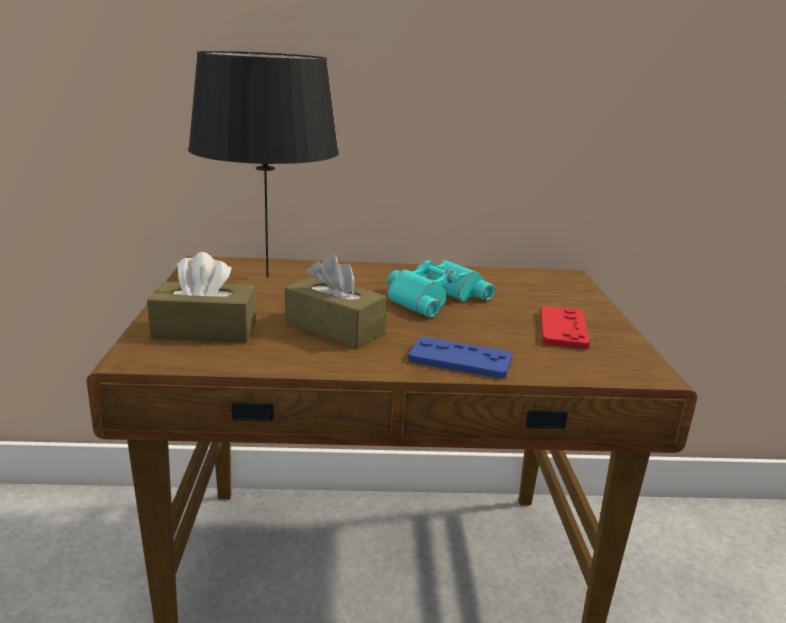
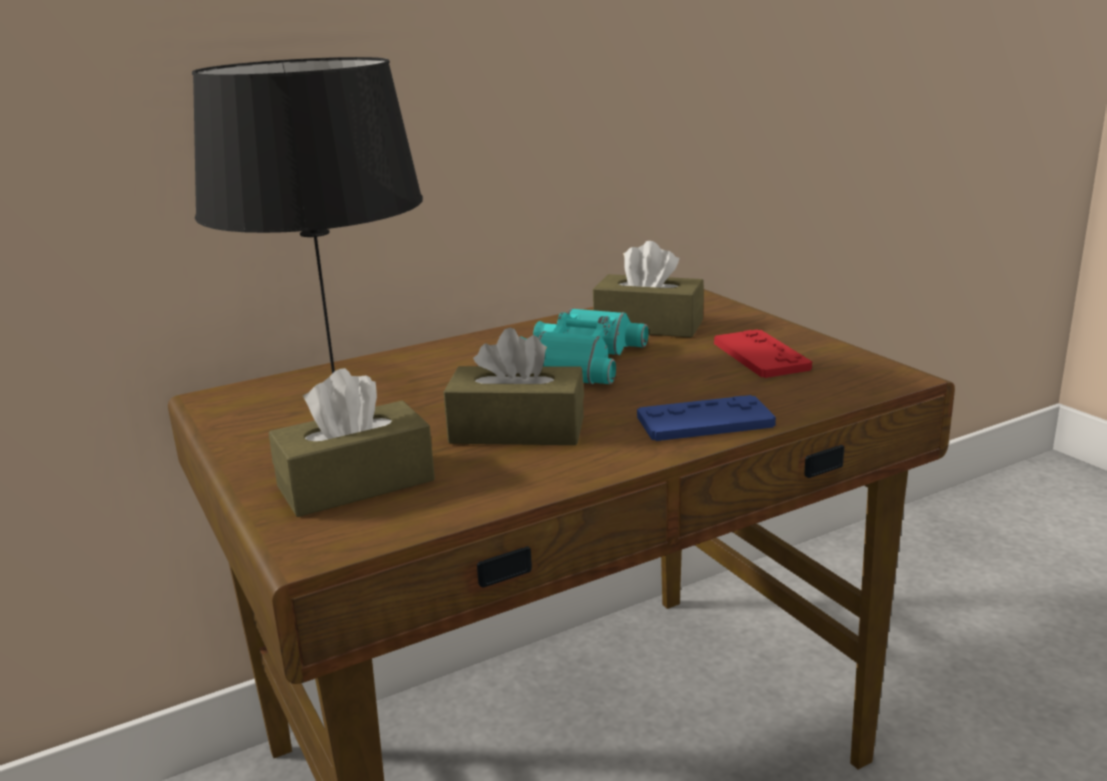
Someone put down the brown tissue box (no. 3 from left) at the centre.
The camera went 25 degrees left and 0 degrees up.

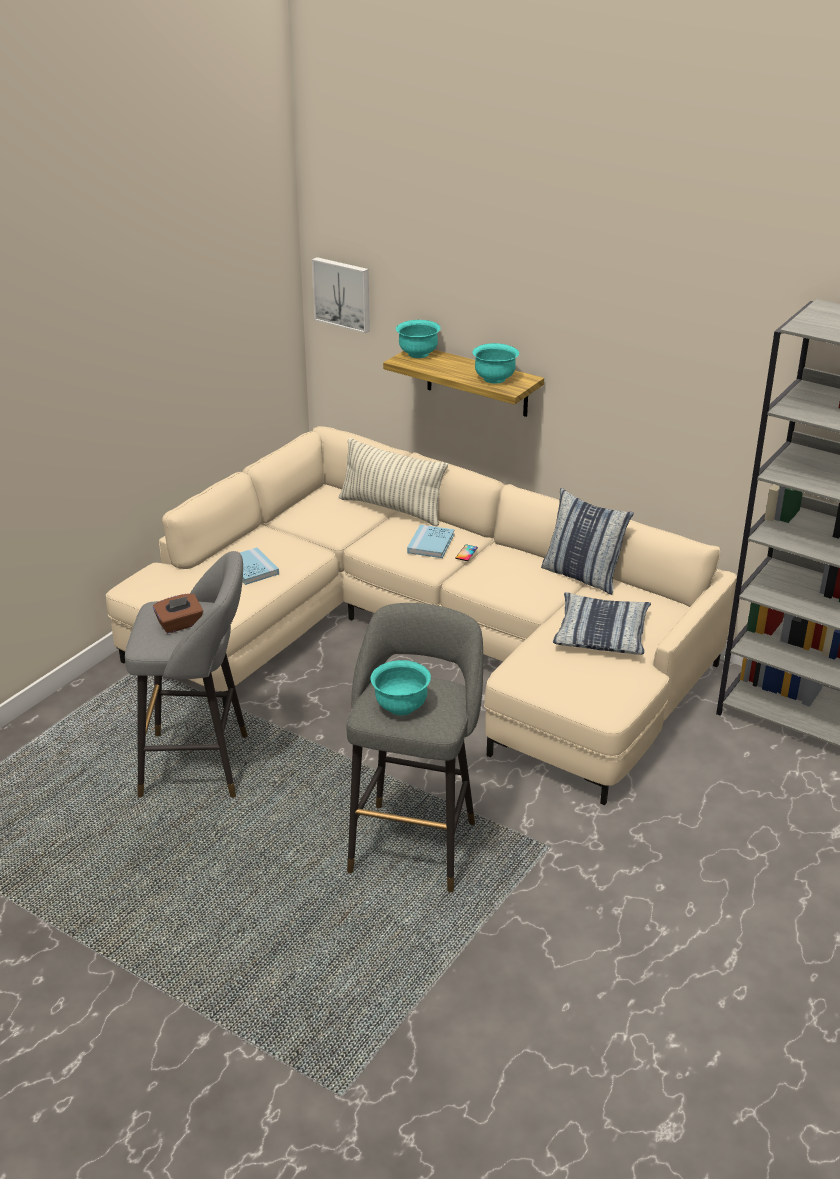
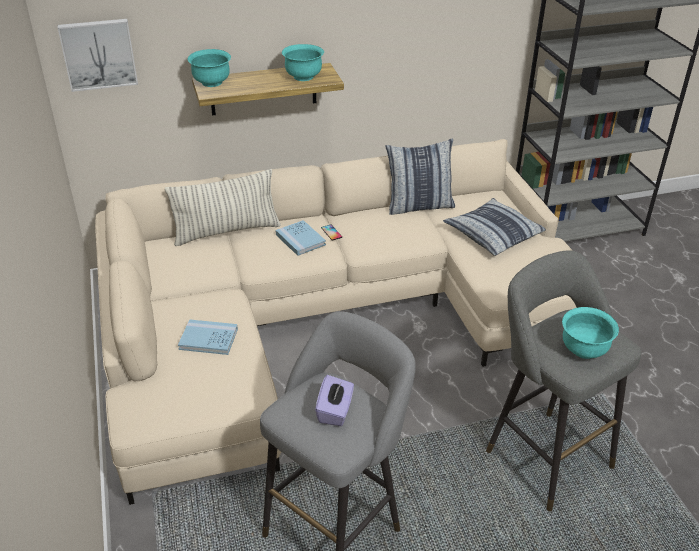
Someone repainted the brown tissue box at the middle left, which became the purplish tissue box at the bottom centre.
The camera went 50 degrees left and 5 degrees up.

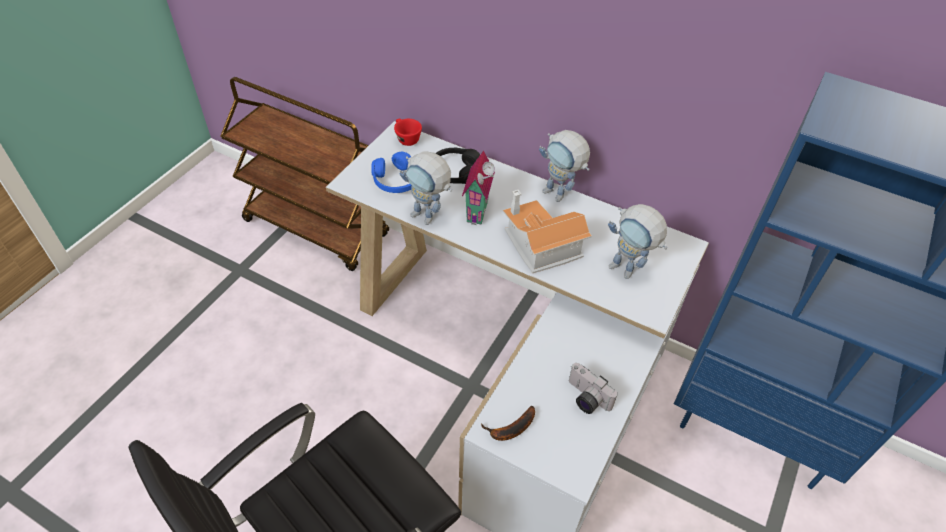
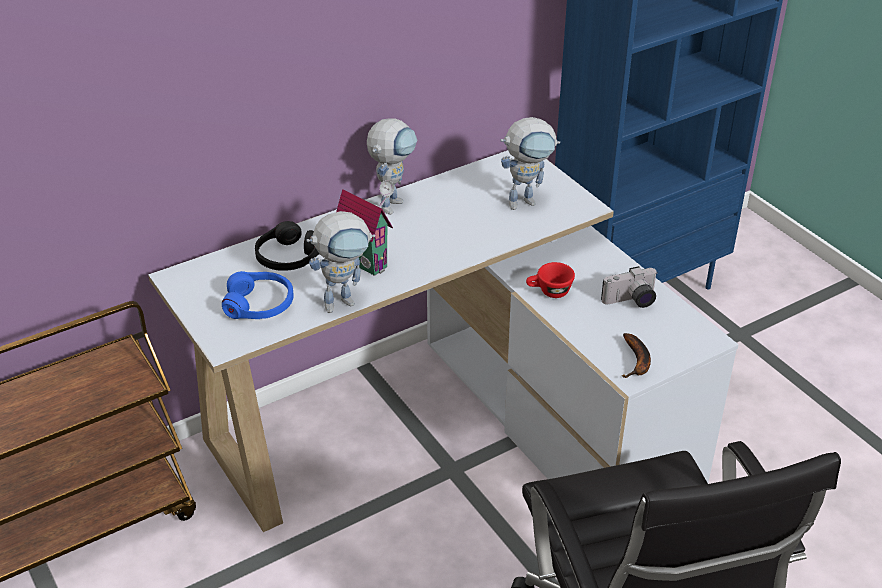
Someone rotated the robot figure (no. 2 from left) at the top centre by 45 degrees counterclockwise.
Someone carried the red-coloured cup from the top centre to the centre.
Someone took away the model house (no. 2 from left) at the centre.
The camera went 60 degrees left and 10 degrees down.

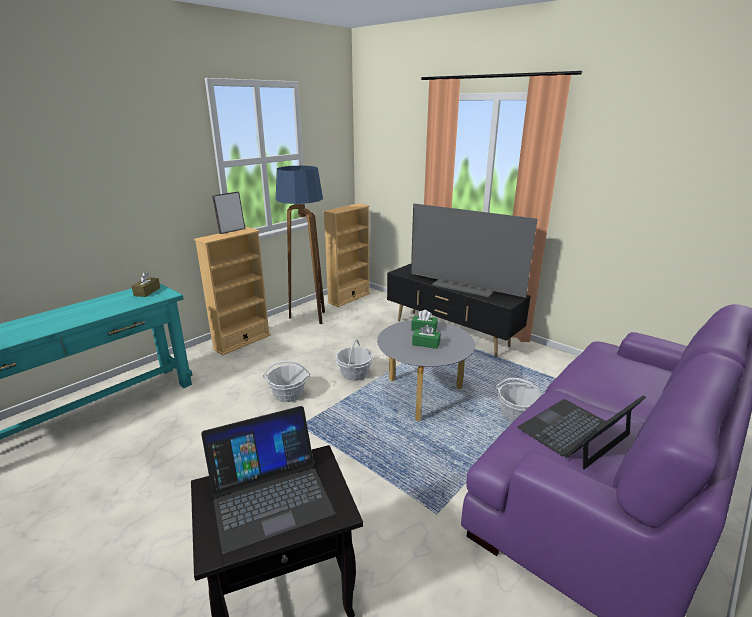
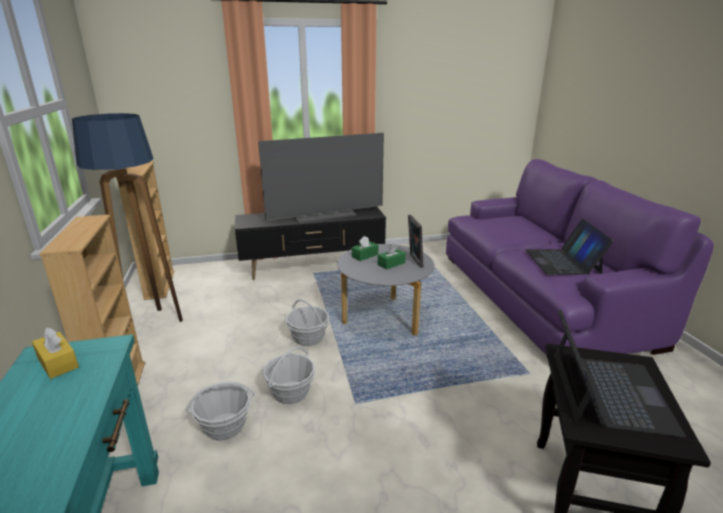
Someone repainted the brown tissue box at the middle left, which became the yellowish tissue box at the bottom left.
Someone carried the household basket (no. 3 from left in the first image) from the middle right to the bottom left.
Someone carried the picture frame from the middle left to the centre.
The camera went 55 degrees left and 0 degrees up.

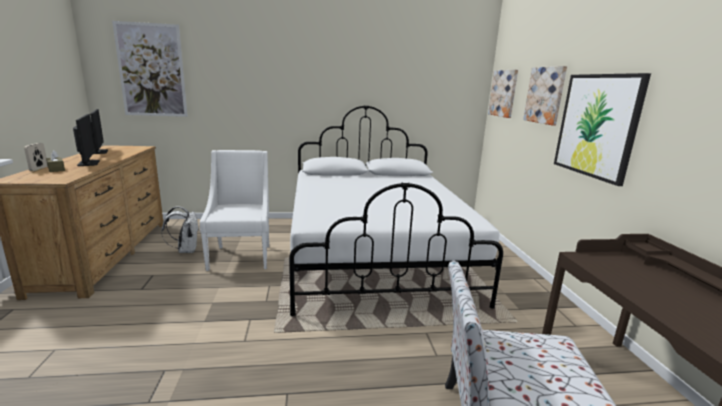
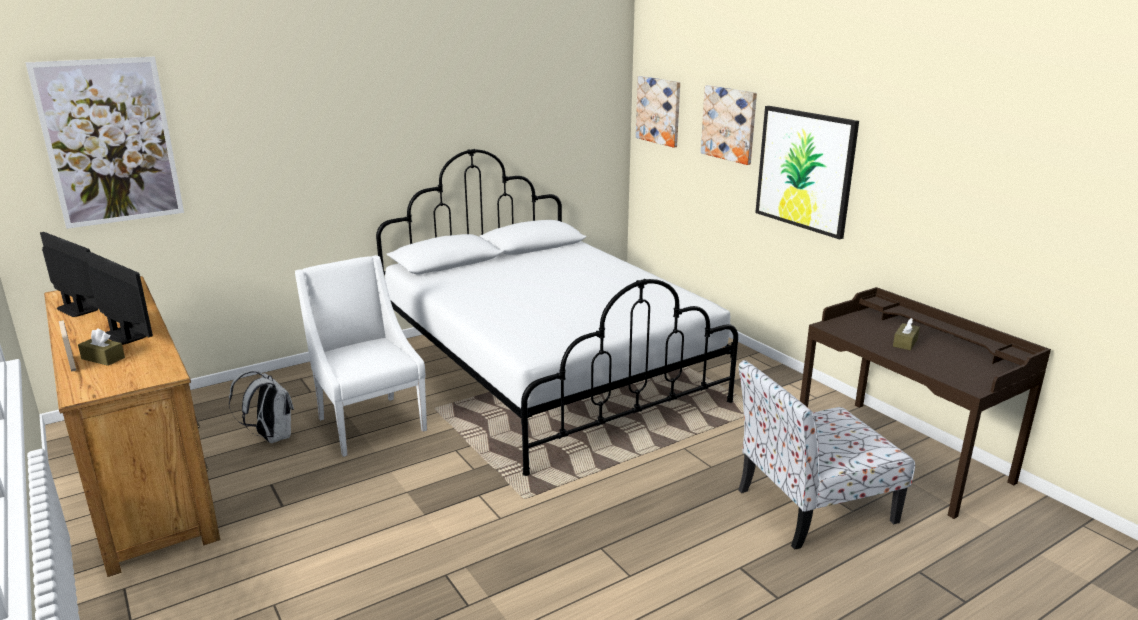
Someone put down the brown tissue box (no. 2 from left) at the middle right.
The camera went 25 degrees left and 5 degrees up.

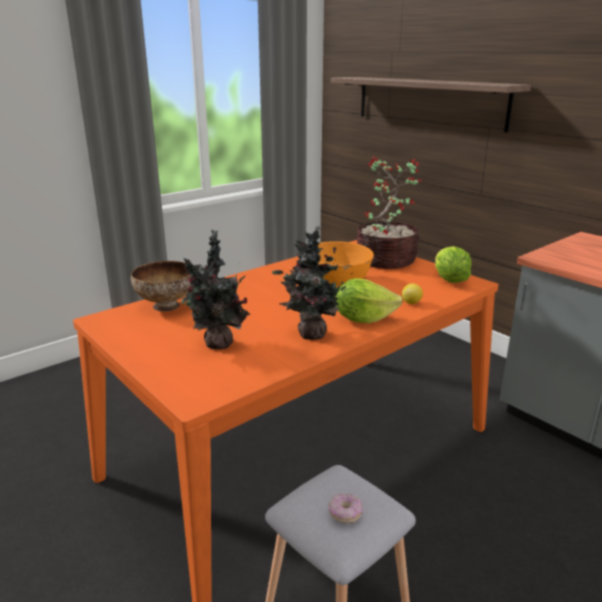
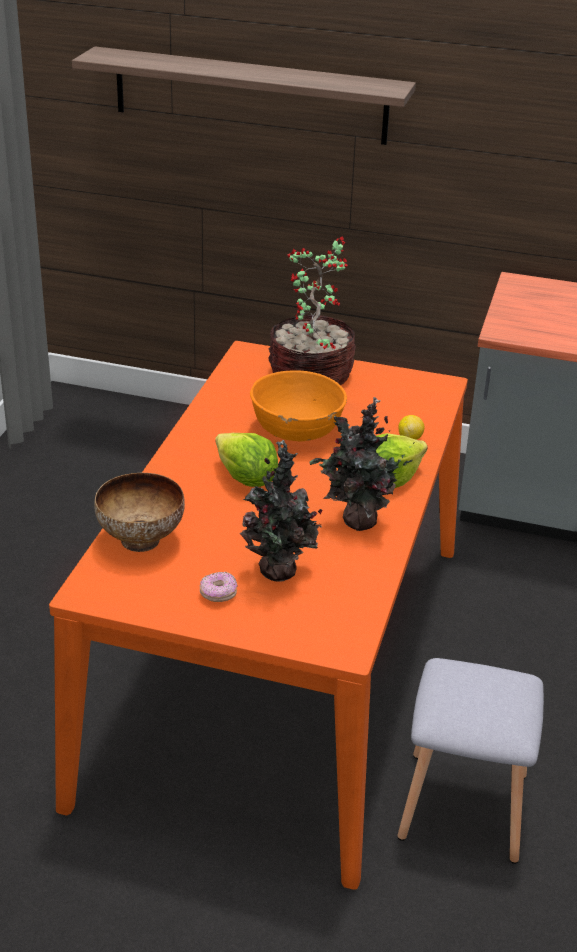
Someone carried the donut from the bottom centre to the centre.
Someone carried the lettuce (no. 2 from left in the first image) from the middle right to the centre.
The camera went 35 degrees left and 10 degrees up.

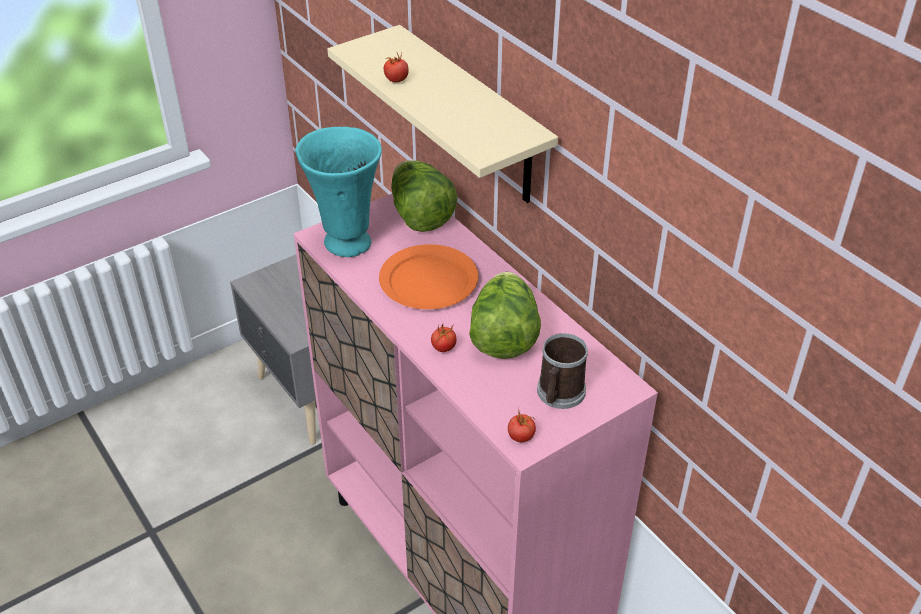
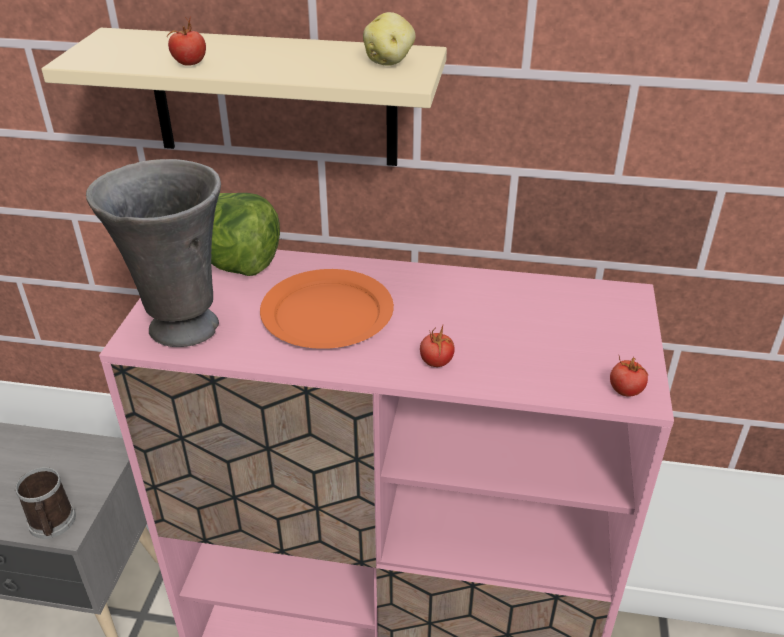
Someone carried the coffee mug from the centre to the bottom left.
Someone repainted the turquoise-coloured flower vase at the top centre, which became the gray flower vase at the middle left.
Someone put down the whole potato at the top centre.
Someone took away the lettuce (no. 2 from left) at the centre.
The camera went 45 degrees left and 5 degrees down.

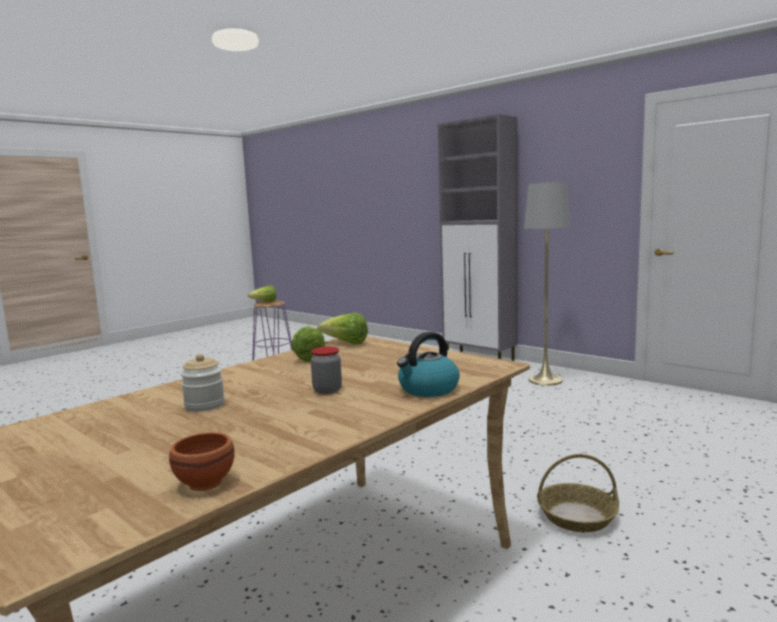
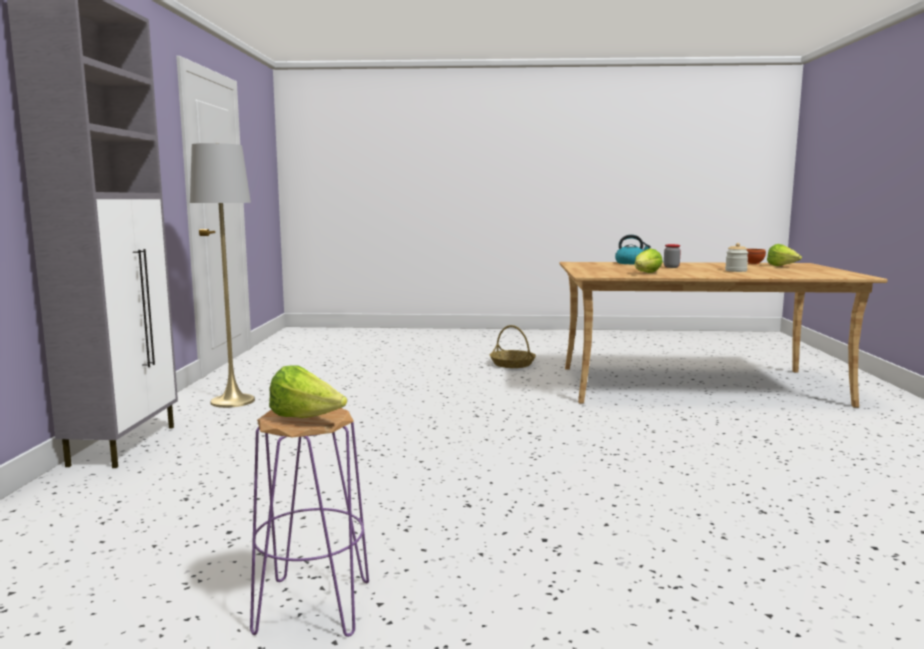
Someone carried the lettuce (no. 3 from left) from the centre to the middle right.
The camera went 130 degrees left and 0 degrees up.

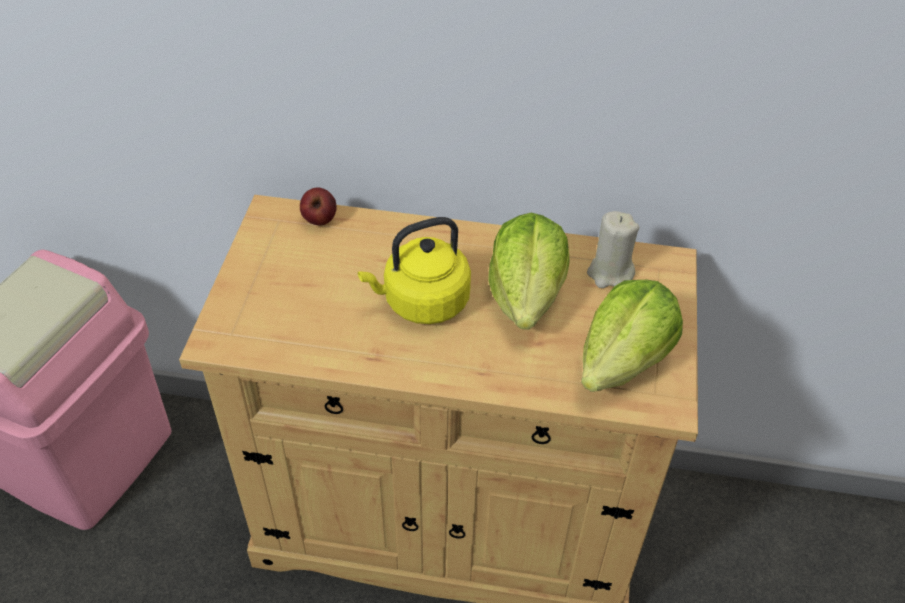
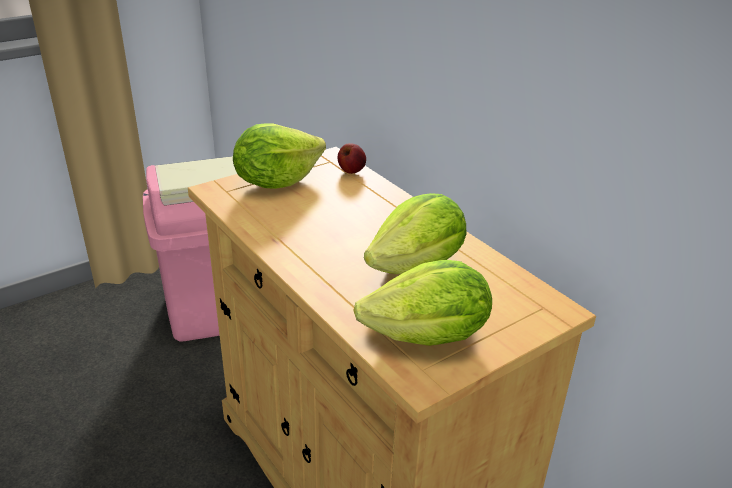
Someone put down the lettuce (no. 1 from left) at the top centre.
Someone took away the yellowish kettle at the centre.
Someone took away the beige-coloured wax light at the middle right.
The camera went 45 degrees right and 15 degrees down.

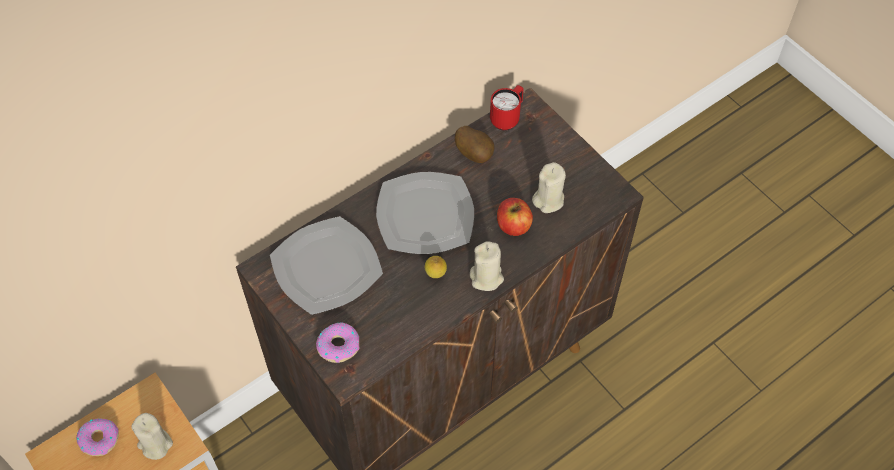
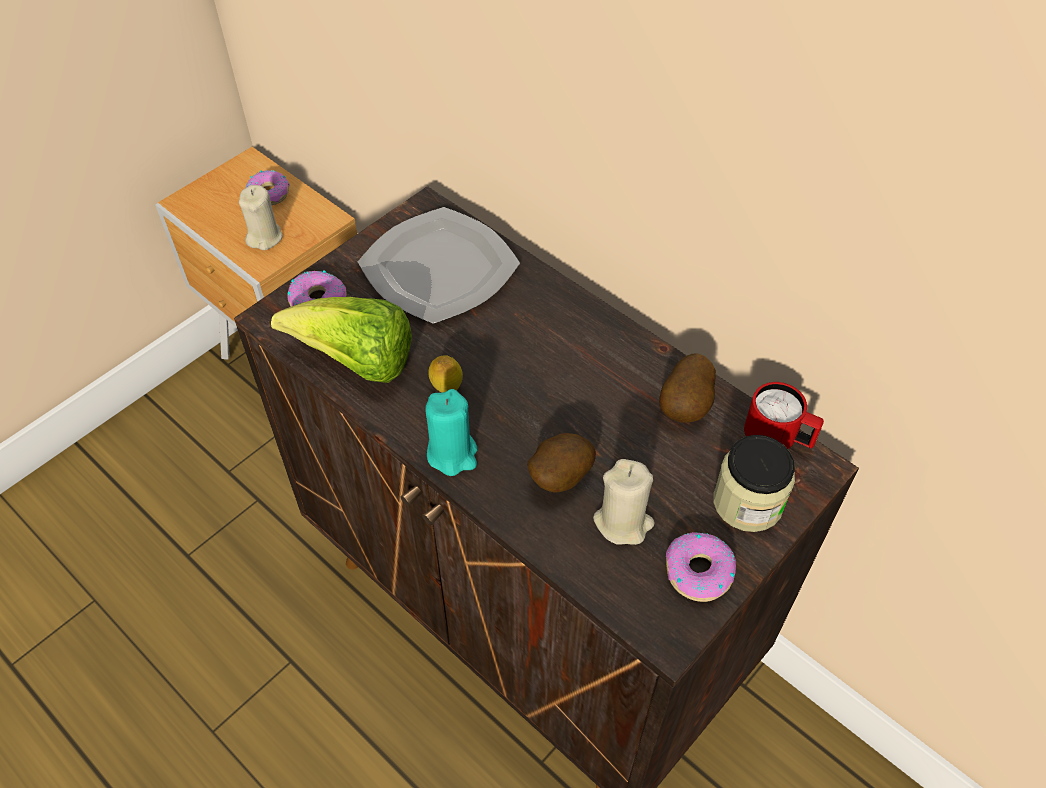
Someone put down the lettuce at the middle left.
Someone repainted the beige-coloured wax light (no. 2 from left) at the centre, which became the turquoise-coloured wax light at the centre.
Someone swapped the apple fruit at the centre for the whole potato (no. 1 from left) at the centre.
Someone put down the donut (no. 3 from left) at the bottom right.
Someone put down the preserve jar at the middle right.
Someone took away the plate (no. 2 from left) at the centre.
The camera went 80 degrees right and 5 degrees down.

